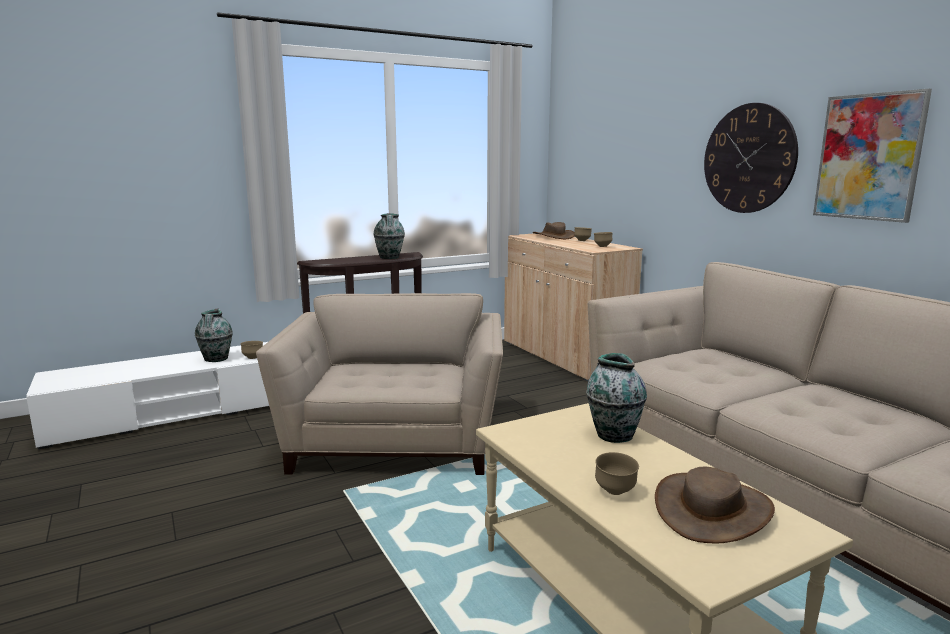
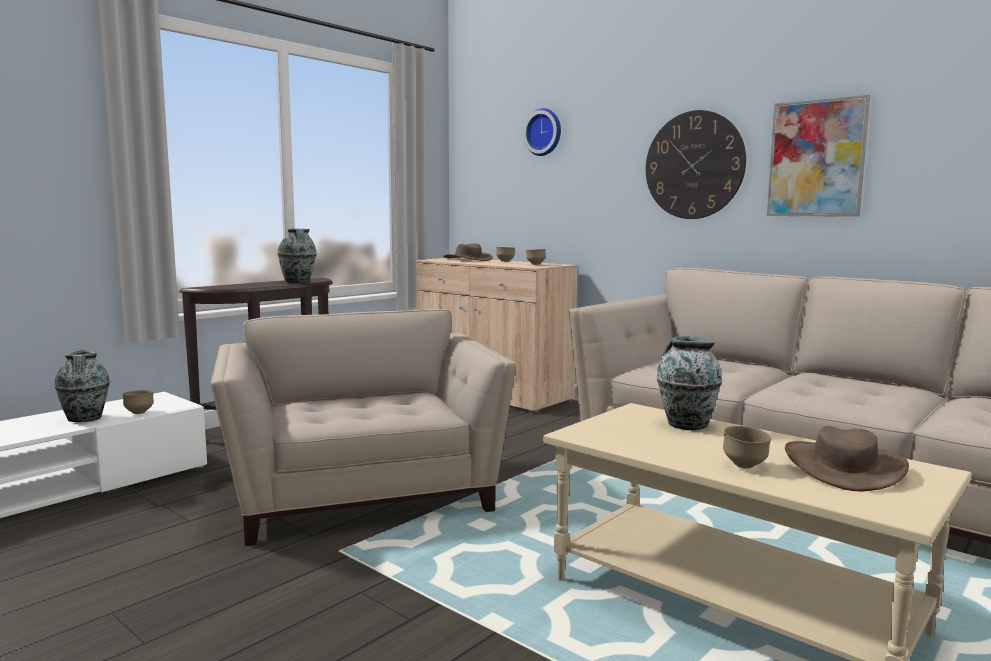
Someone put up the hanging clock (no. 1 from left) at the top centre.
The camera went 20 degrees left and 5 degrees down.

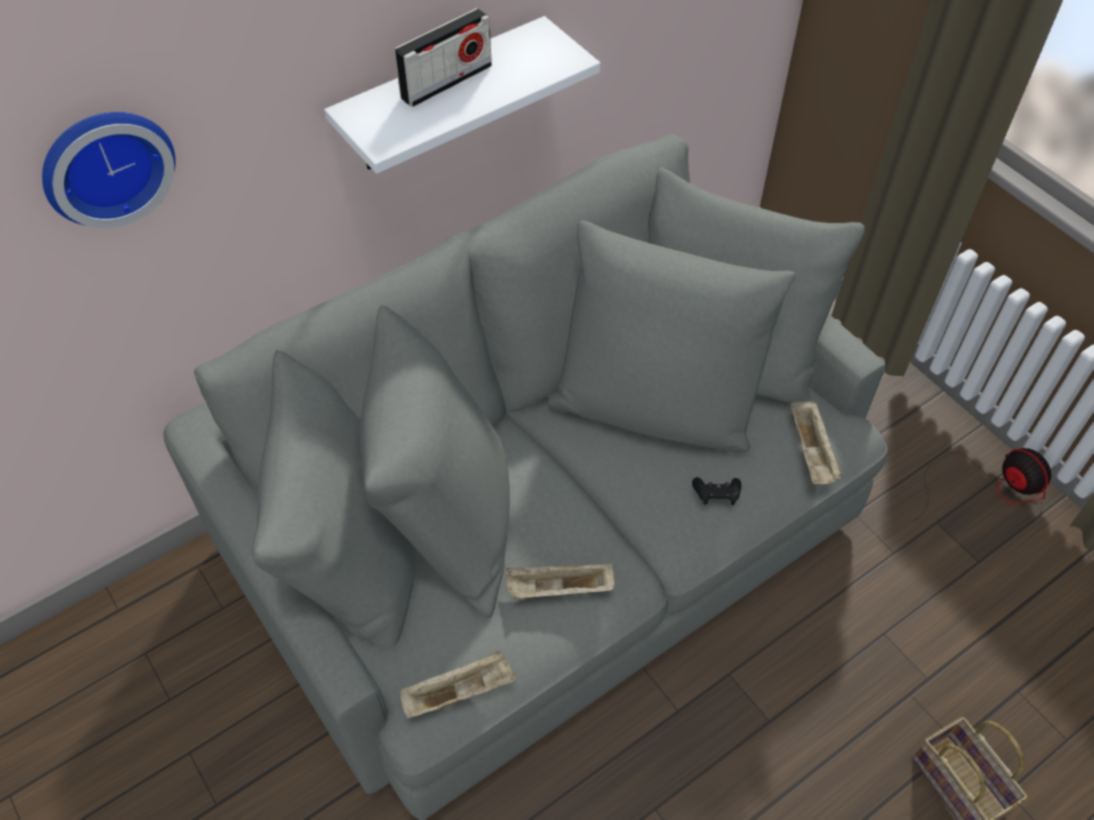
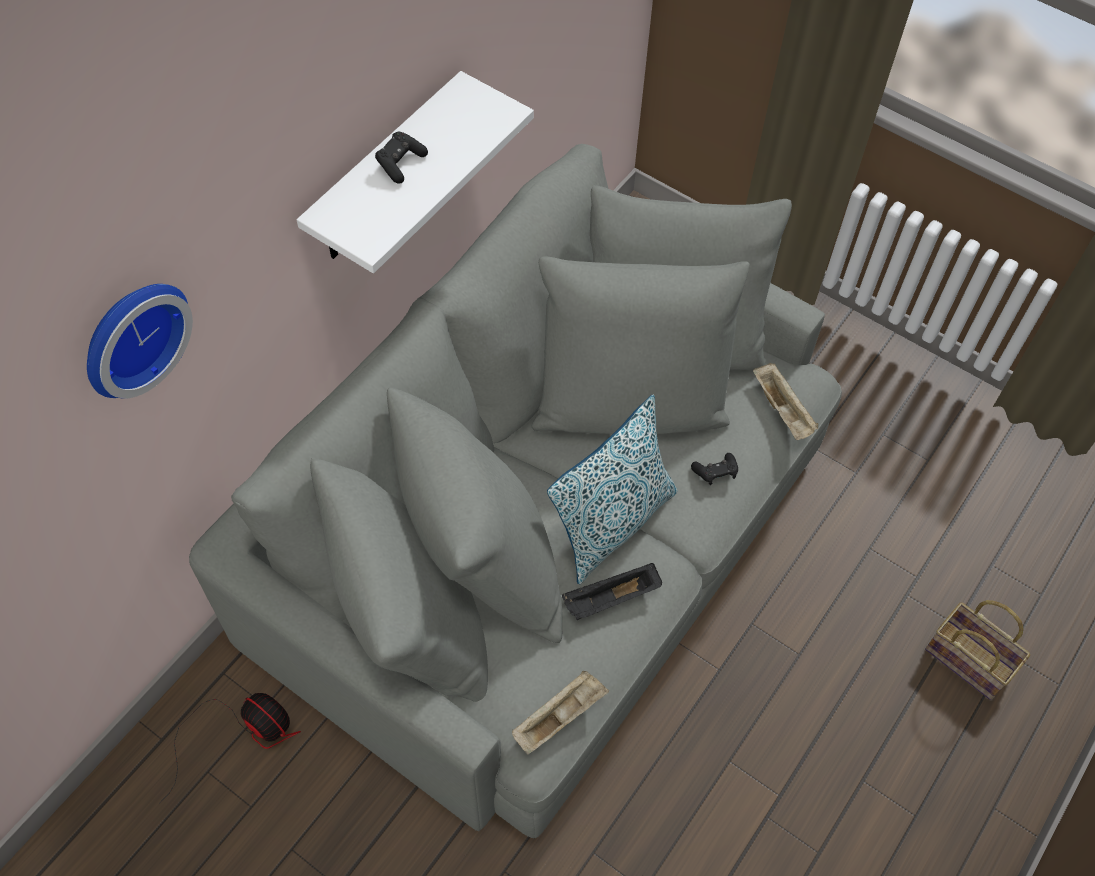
Someone carried the fan from the middle right to the bottom left.
Someone swapped the radio set at the top centre for the black-coloured gamepad (no. 1 from left) at the top centre.
Someone put down the throw pillow at the centre.
Someone repainted the beige-coloured tray (no. 2 from left) at the bottom centre, which became the black-coloured tray at the bottom centre.
The camera went 20 degrees left and 5 degrees up.

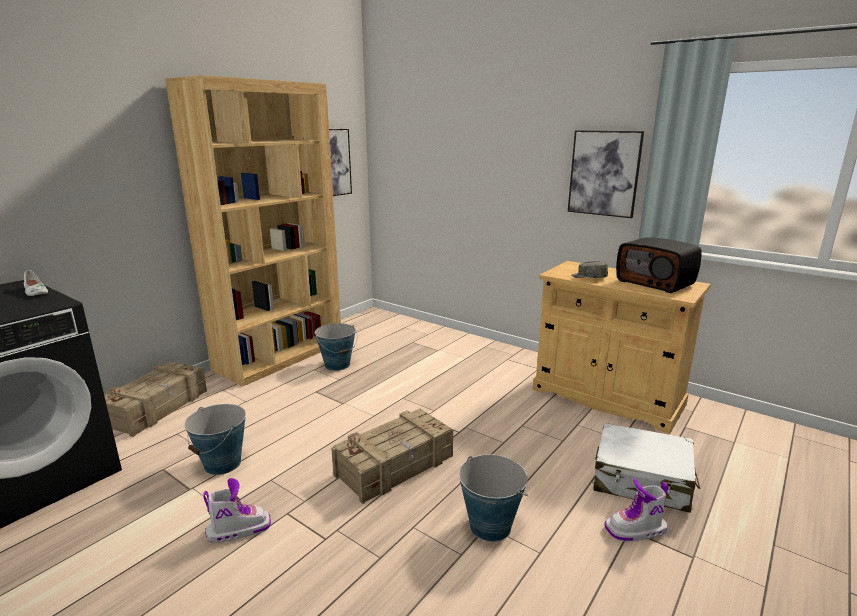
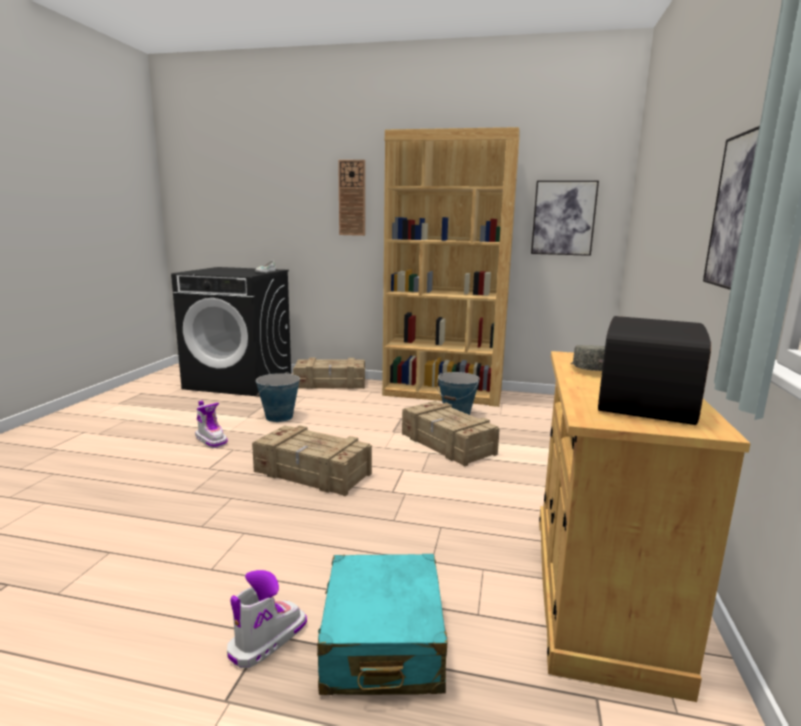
Someone rotated the boot (no. 2 from left) at the bottom right by 75 degrees clockwise.
Someone repainted the whitish travel case at the bottom right, which became the turquoise-coloured travel case at the bottom centre.
Someone put up the hanging clock at the top centre.
Someone put down the crate (no. 3 from left) at the centre.
Someone took away the bucket (no. 3 from left) at the bottom centre.
The camera went 65 degrees right and 5 degrees down.

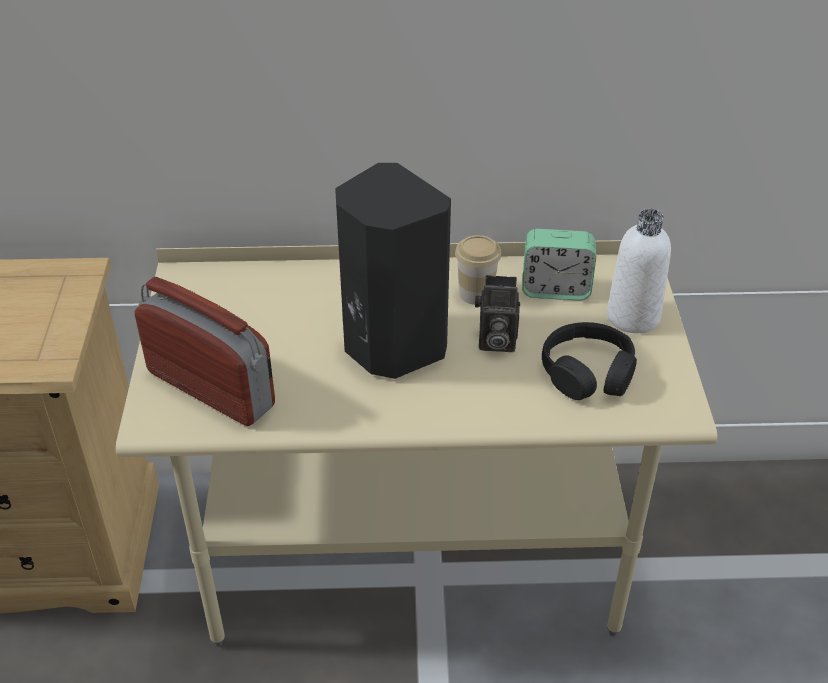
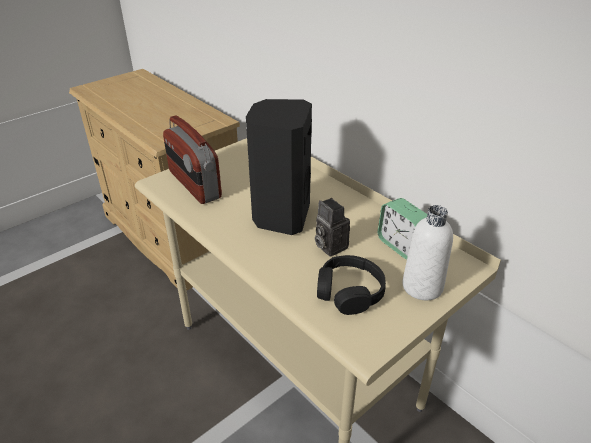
Someone rotated the radio set at the middle left by 150 degrees clockwise.
Someone took away the cup at the centre.
The camera went 50 degrees right and 5 degrees down.

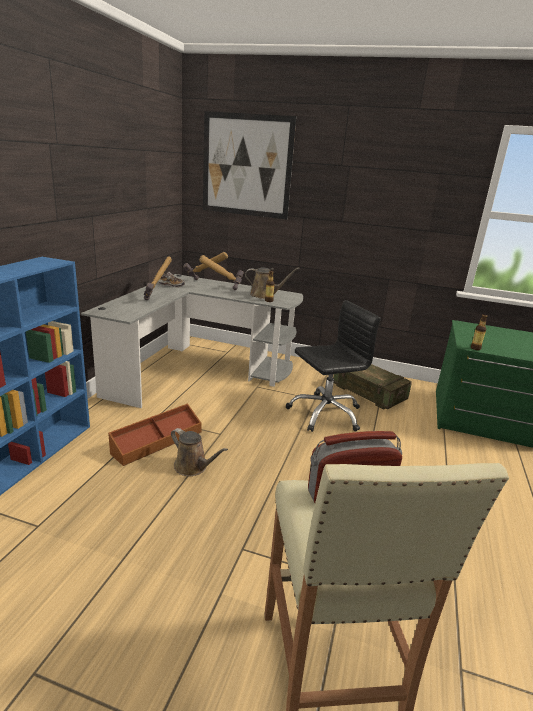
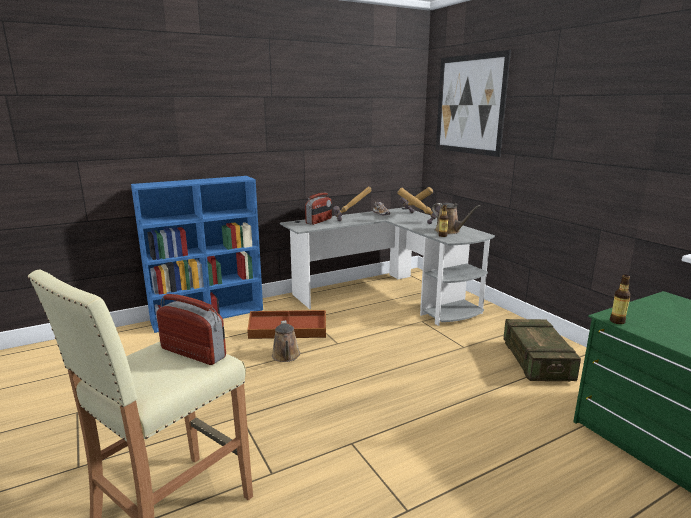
Someone put down the radio set (no. 2 from left) at the centre.
Someone took away the black-coloured desk chair at the centre.
The camera went 45 degrees right and 5 degrees down.

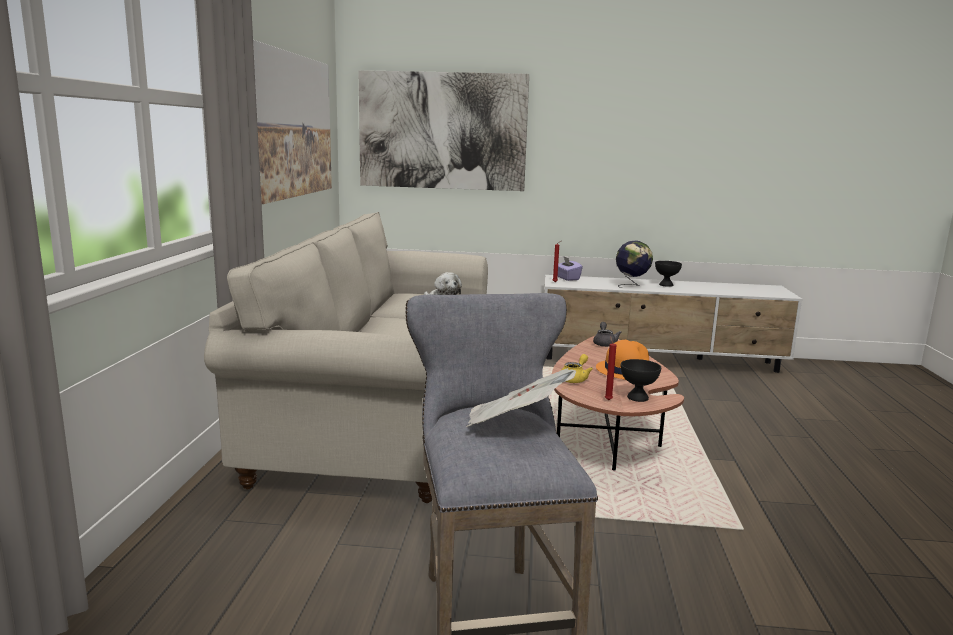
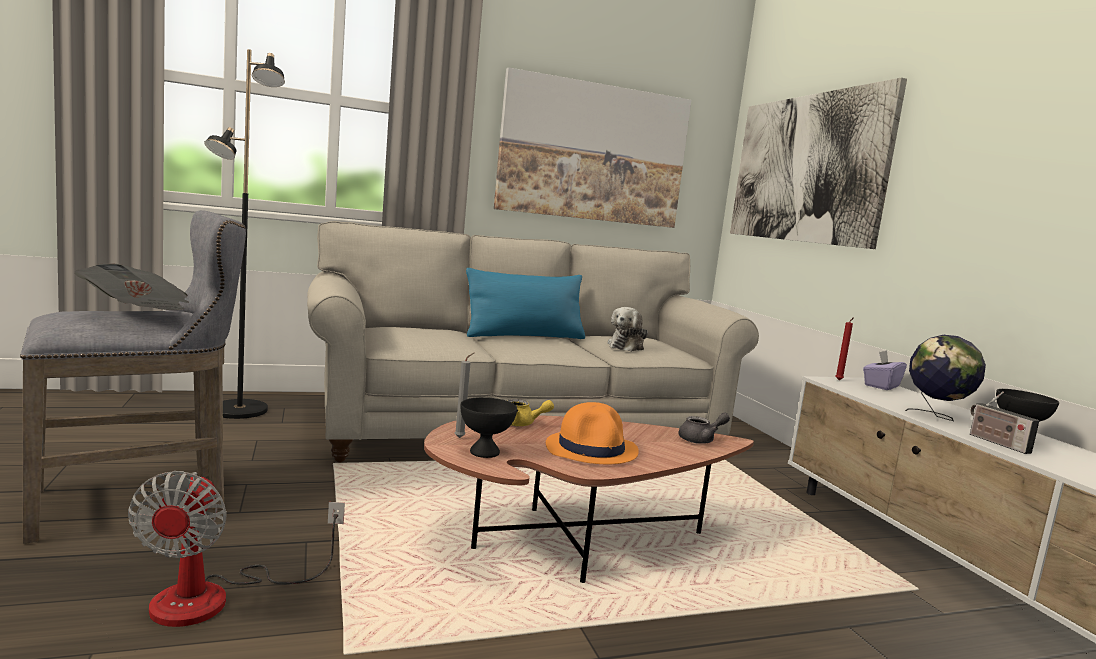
Someone put down the fan at the bottom left.
Someone put down the black-coloured standing lamp at the middle left.
Someone repainted the red-coloured wax light (no. 2 from left) at the centre, which became the gray wax light at the centre.
Someone put down the bluish throw pillow at the centre.
Someone put down the radio set at the middle right.
The camera went 65 degrees right and 5 degrees down.

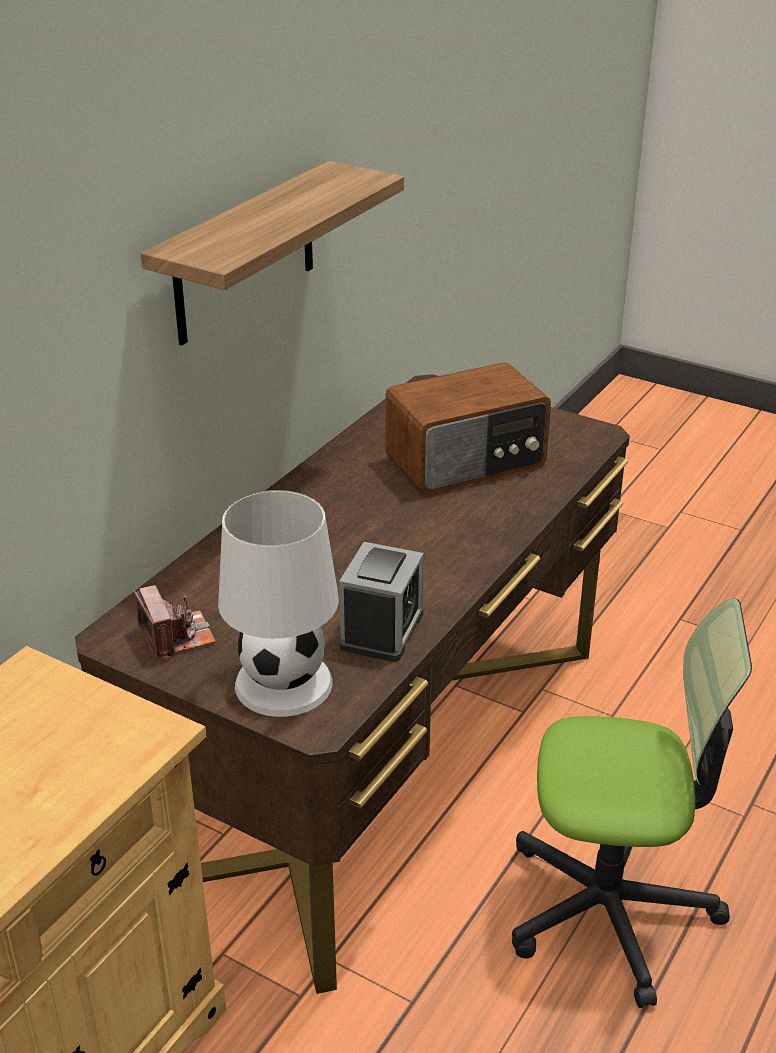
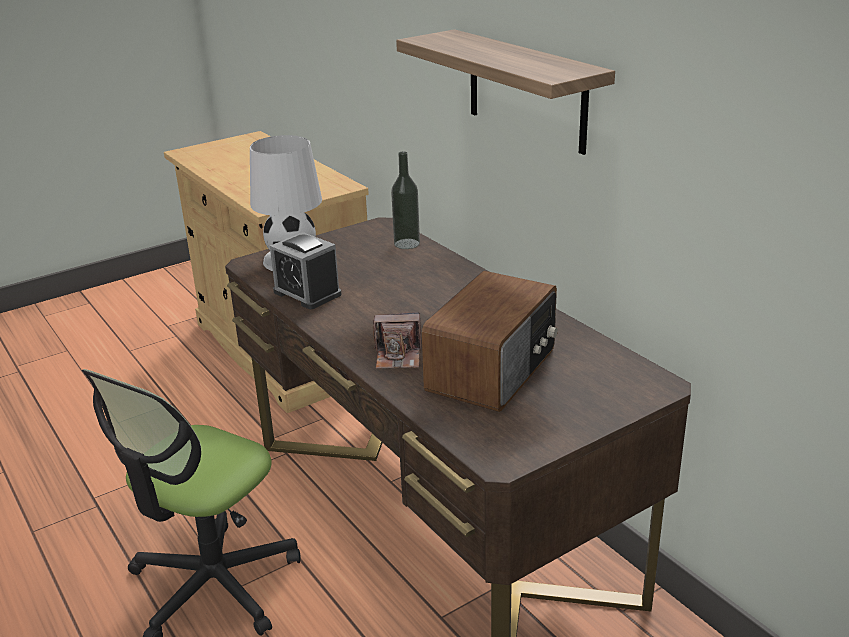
Someone carried the photo camera from the middle left to the centre.
Someone put down the drink bottle at the top centre.
Someone rotated the radio set at the centre by 150 degrees counterclockwise.
The camera went 115 degrees right and 5 degrees down.

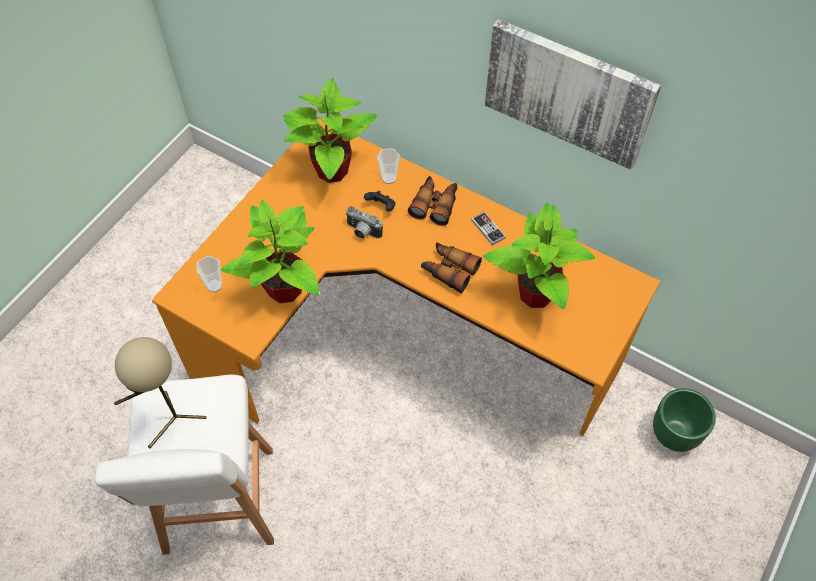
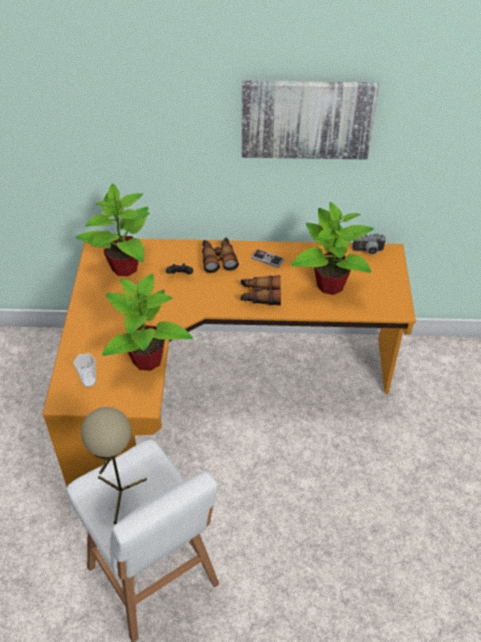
Someone carried the photo camera from the centre to the middle right.
Someone took away the cup (no. 2 from left) at the top centre.
Someone took away the green-coloured flower pot at the bottom right.
The camera went 30 degrees left and 10 degrees down.

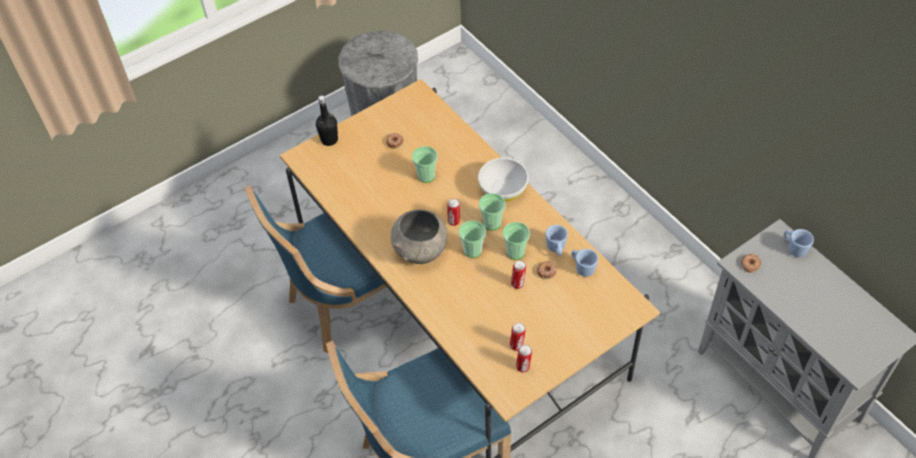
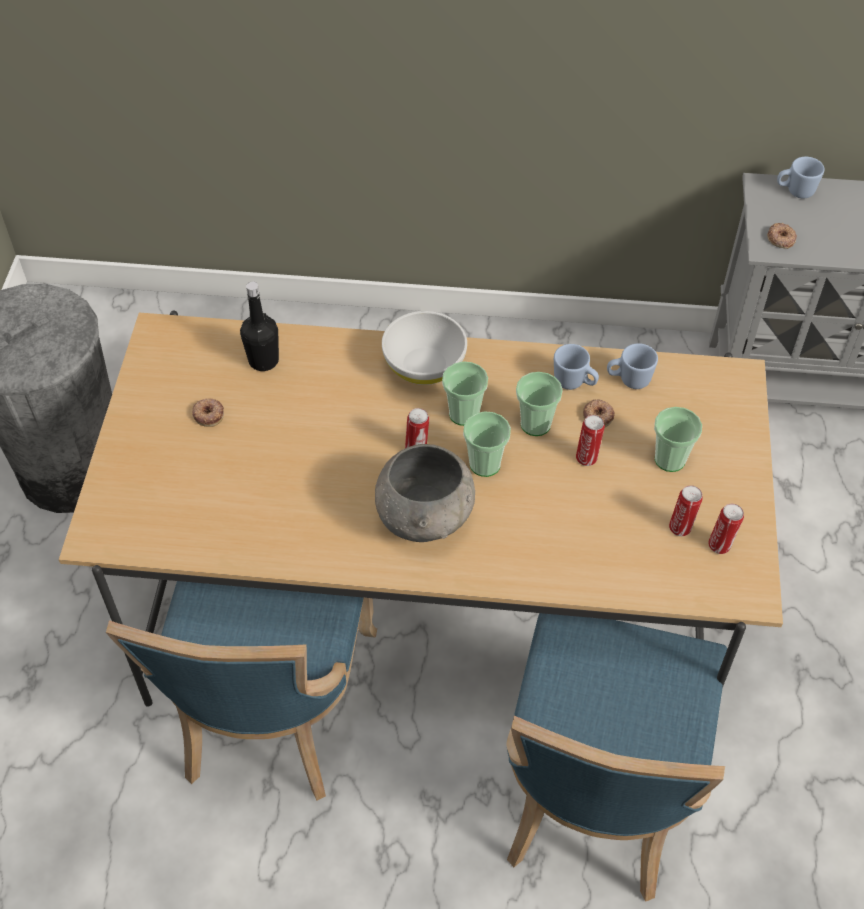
Someone carried the black-coloured drink bottle from the top centre to the middle left.
Someone carried the cup (no. 1 from left in the first image) from the centre to the middle right.
The camera went 50 degrees left and 0 degrees up.

